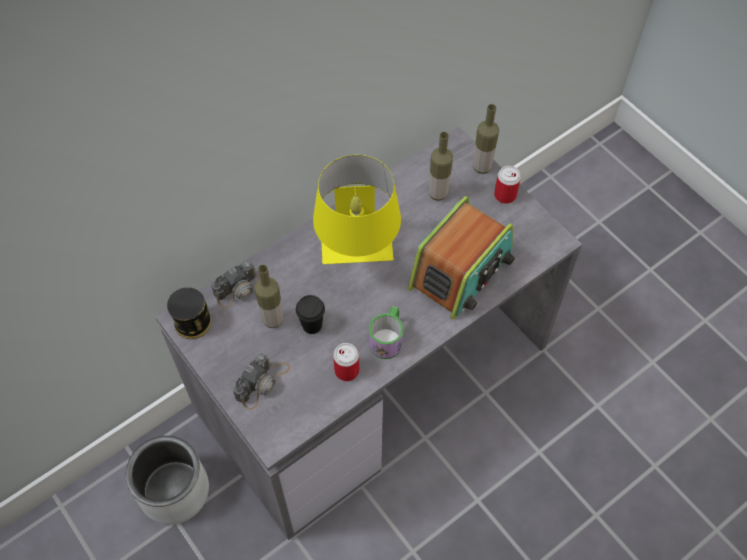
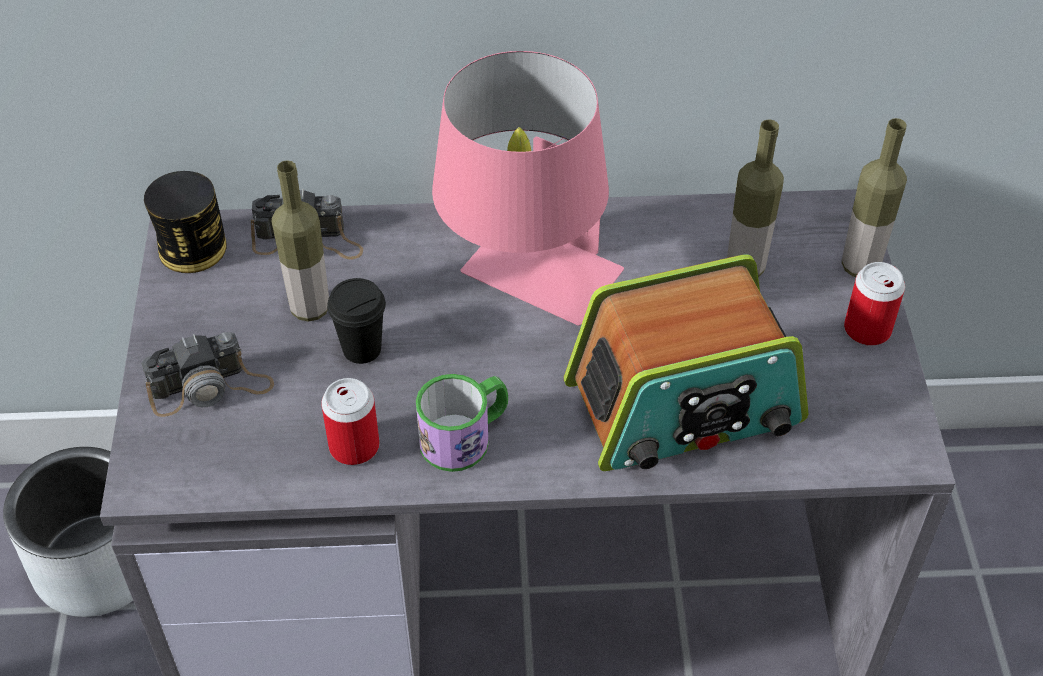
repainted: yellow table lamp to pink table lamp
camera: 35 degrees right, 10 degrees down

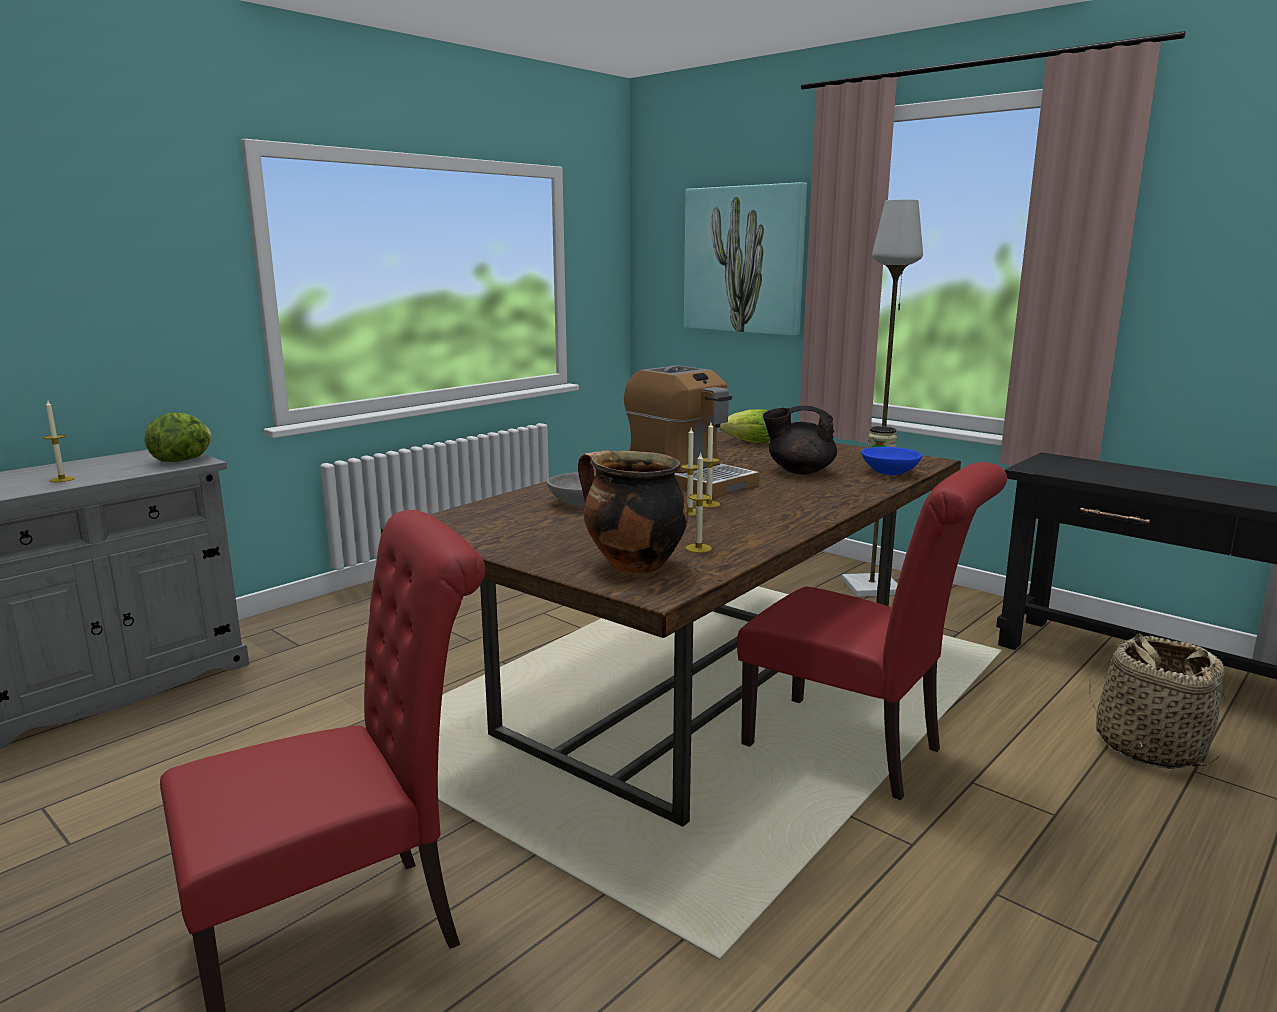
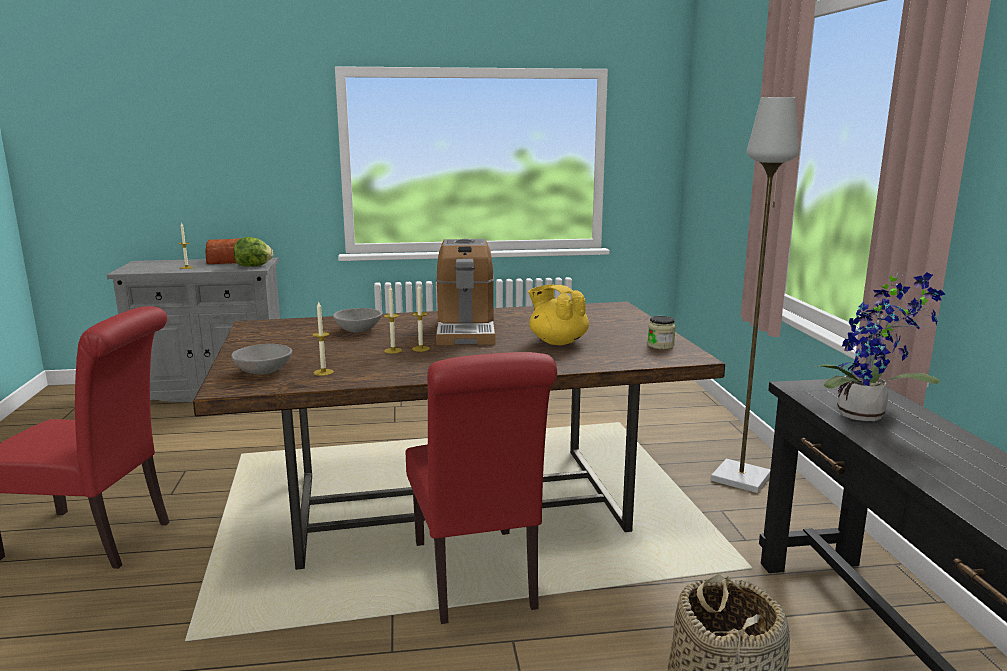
gone: picture; lettuce (no. 2 from left); blue bowl
new: bread; potted plant
swapped: cooking pot to grey bowl (no. 1 from left)
repainted: black teapot to yellow teapot
camera: 40 degrees right, 0 degrees up

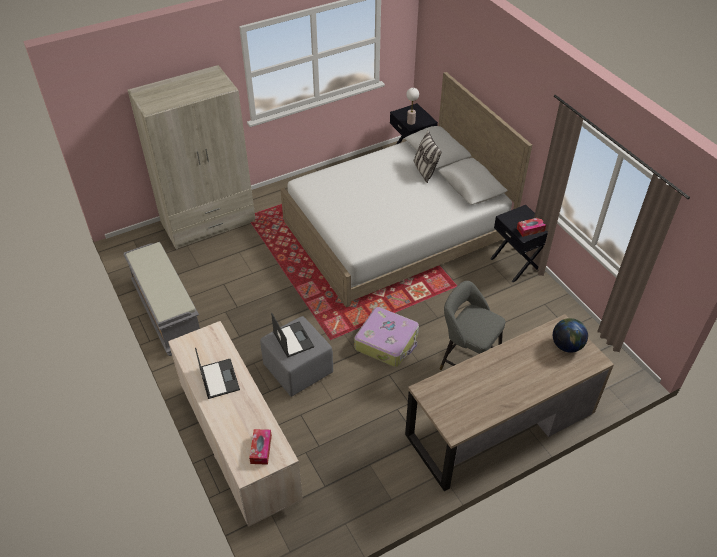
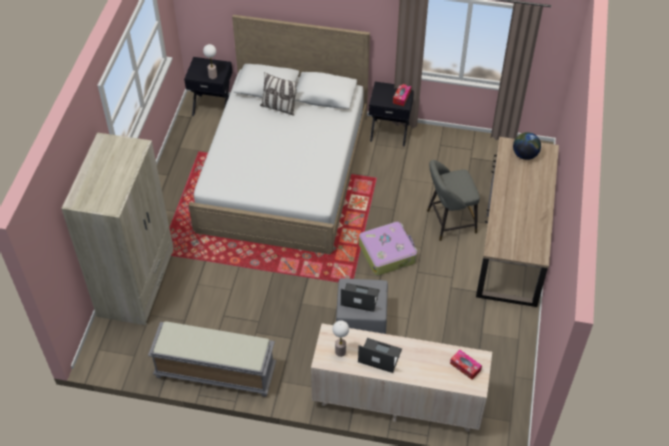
new: table lamp (no. 2 from left)
camera: 50 degrees left, 5 degrees up

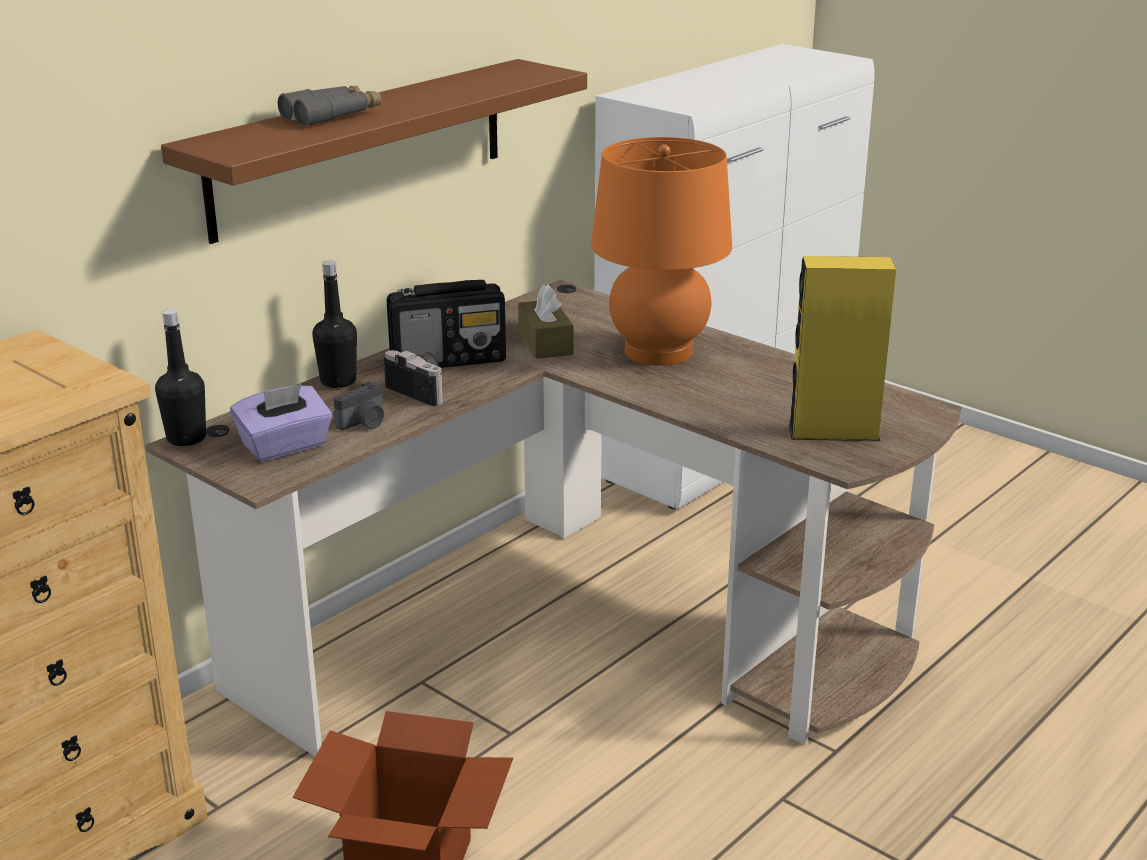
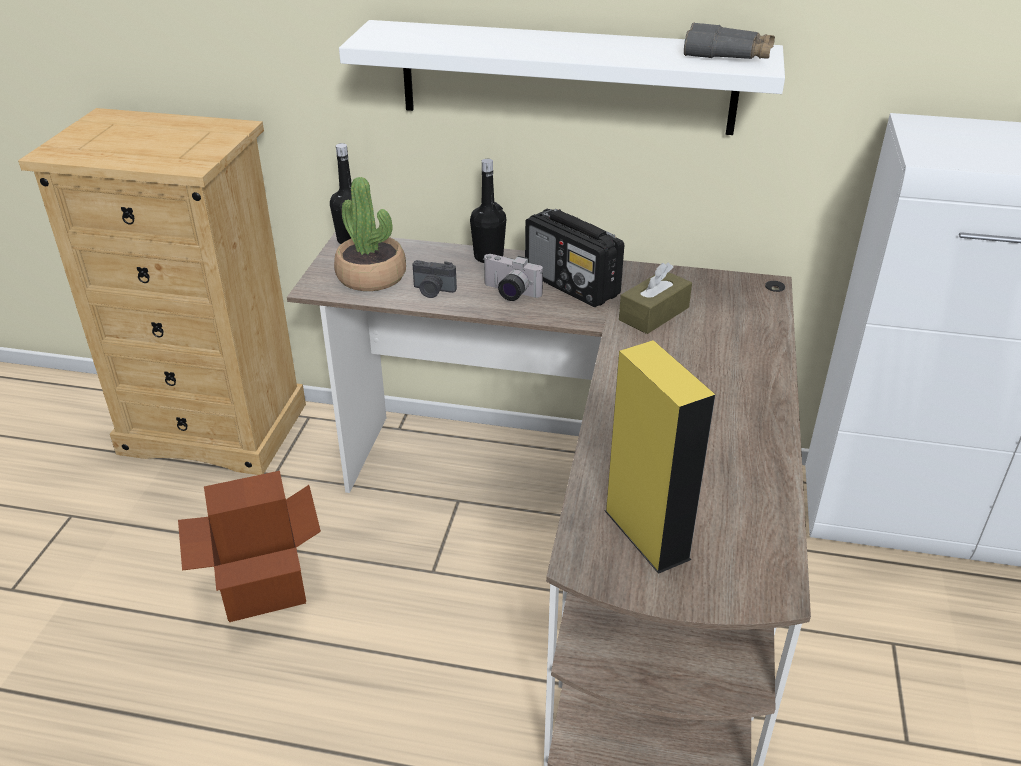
gone: orange table lamp
shifted: grey binoculars
swapped: purple tissue box to potted plant
repainted: brown shelf to white shelf
rotated: photo camera (no. 2 from left) 105 degrees clockwise
camera: 60 degrees right, 10 degrees up

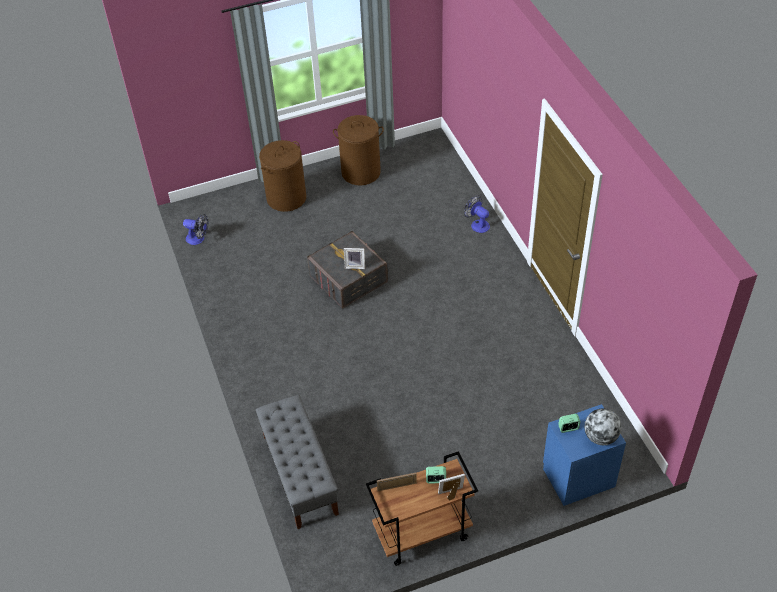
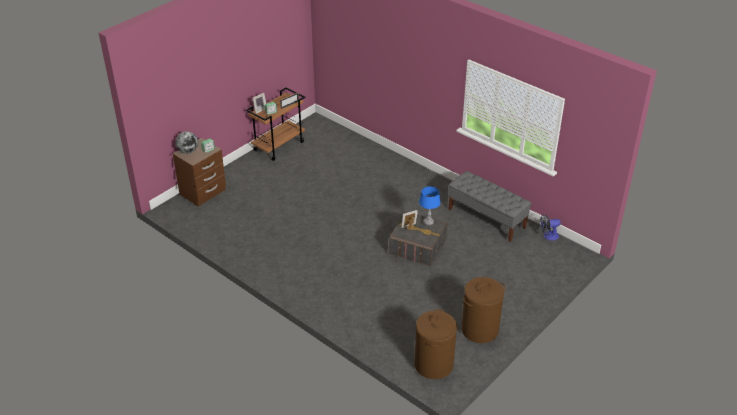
gone: fan (no. 2 from left)
new: blue table lamp
shifted: brown laundry basket (no. 1 from left); grey bench
repainted: blue nightstand to brown nightstand
camera: 150 degrees right, 10 degrees down

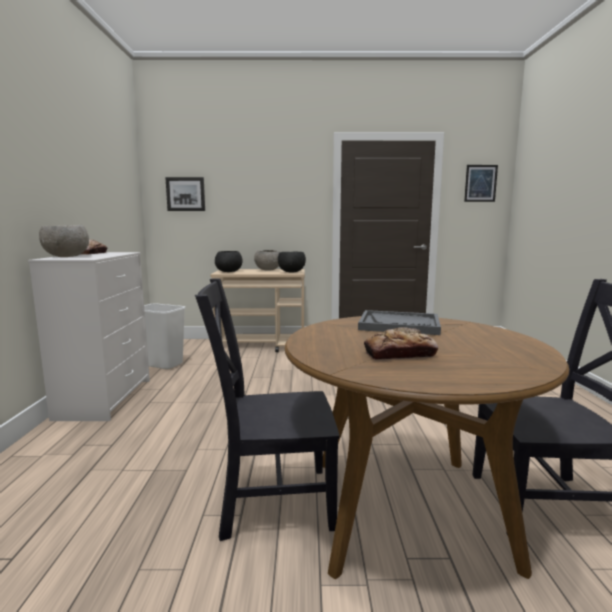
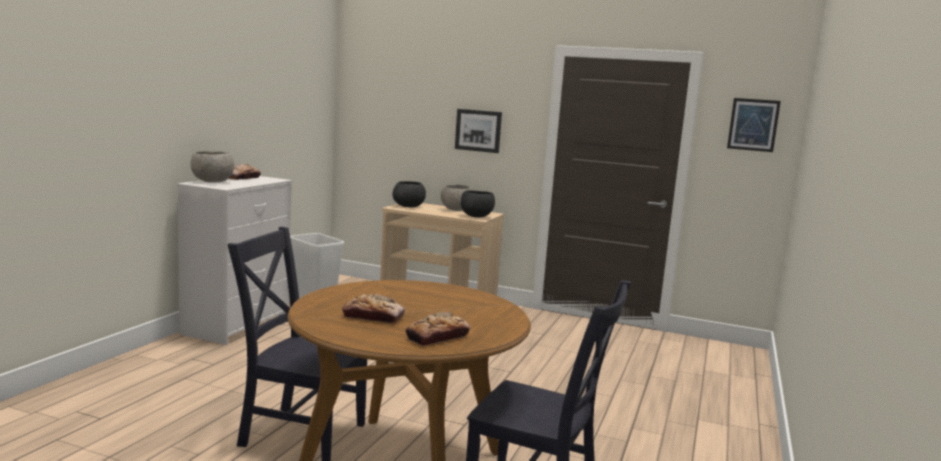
gone: grey tray
new: bread (no. 3 from left)
shifted: picture (no. 1 from left)
camera: 20 degrees right, 0 degrees up

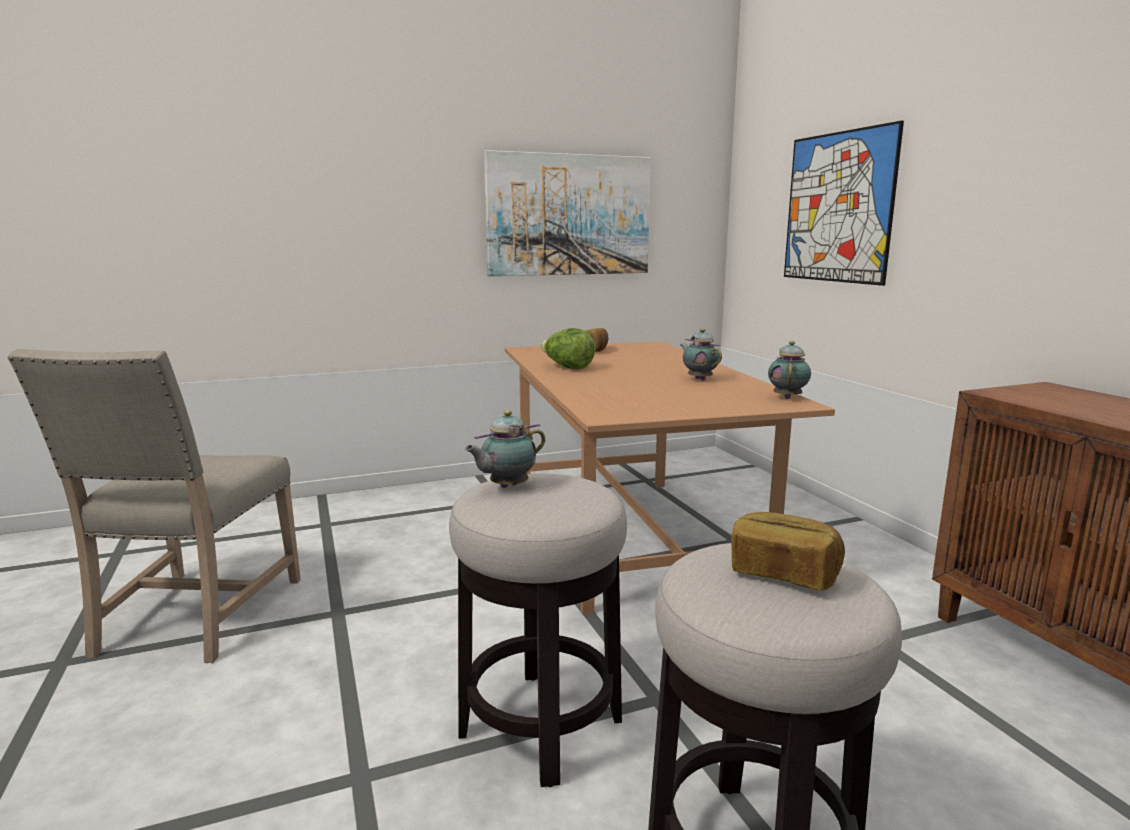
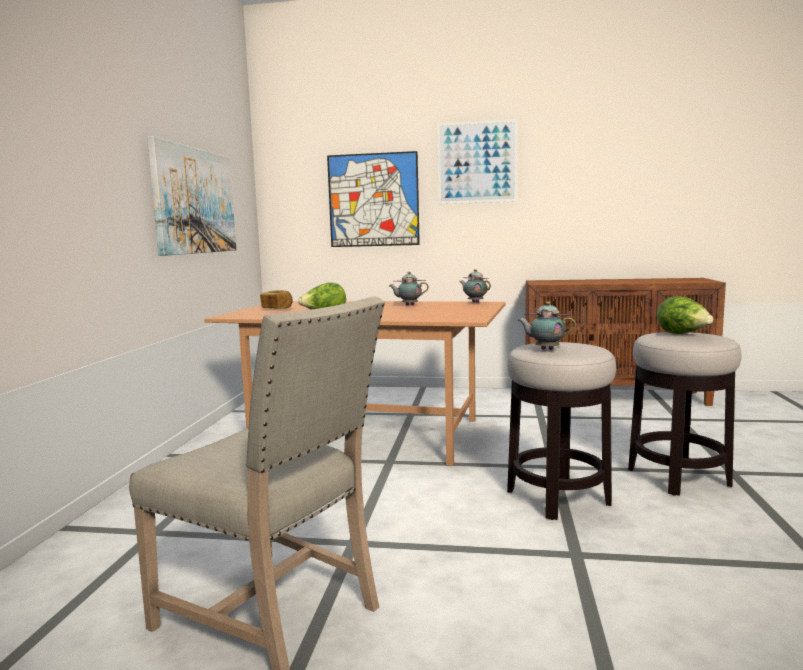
new: picture (no. 3 from left)
swapped: bread (no. 2 from left) to lettuce (no. 2 from left)
rotated: teapot (no. 1 from left in the first image) 120 degrees clockwise
camera: 60 degrees left, 5 degrees down

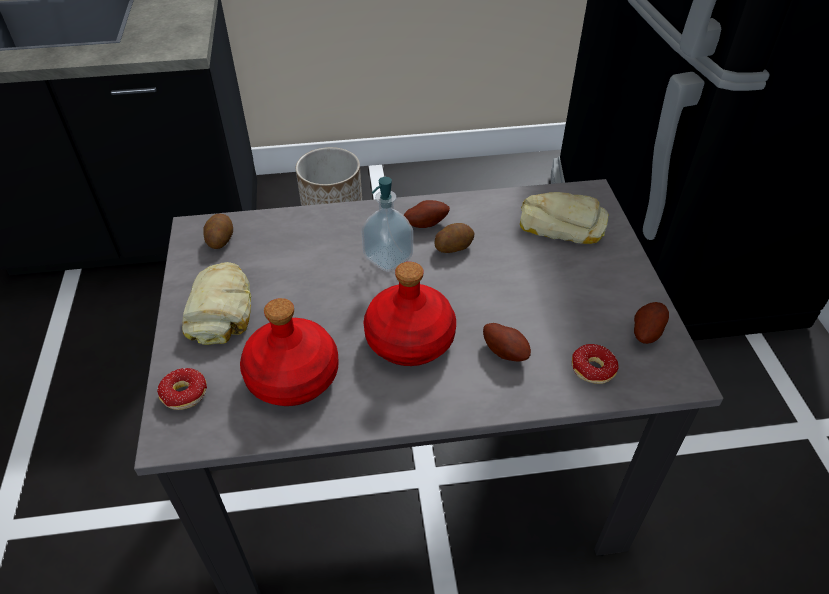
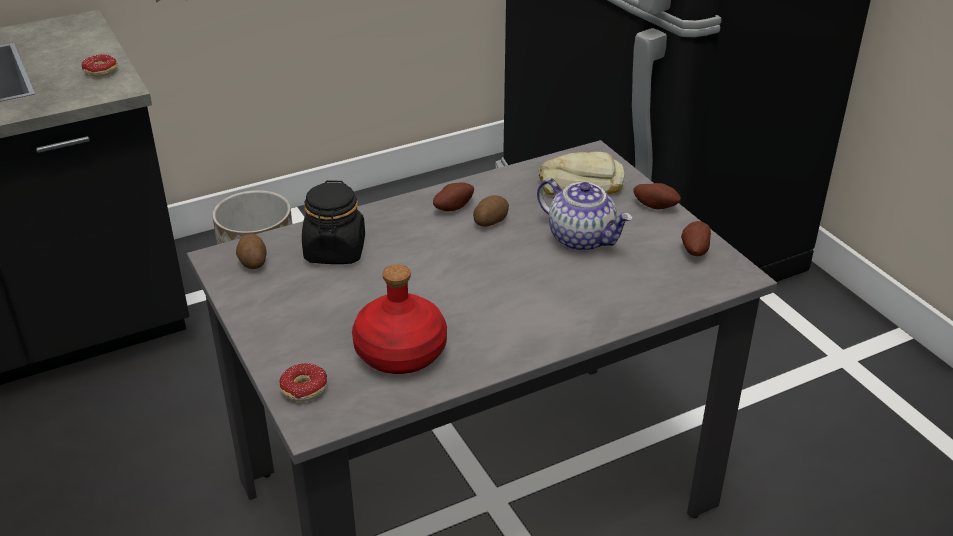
gone: soap dispenser; bread (no. 1 from left); red bottle (no. 2 from left)
new: teapot; black jar
shifted: potato (no. 4 from left); donut (no. 2 from left in the first image) to donut (no. 1 from left)
camera: 20 degrees left, 10 degrees down

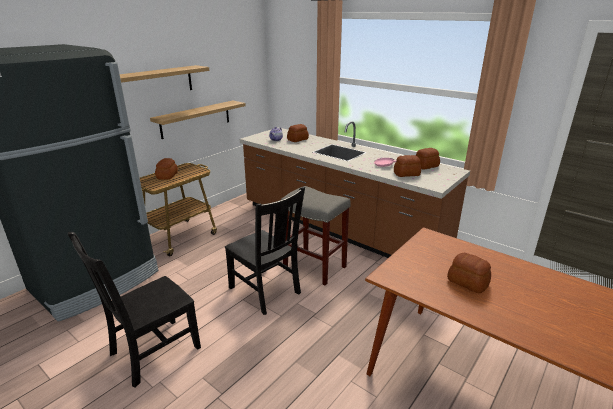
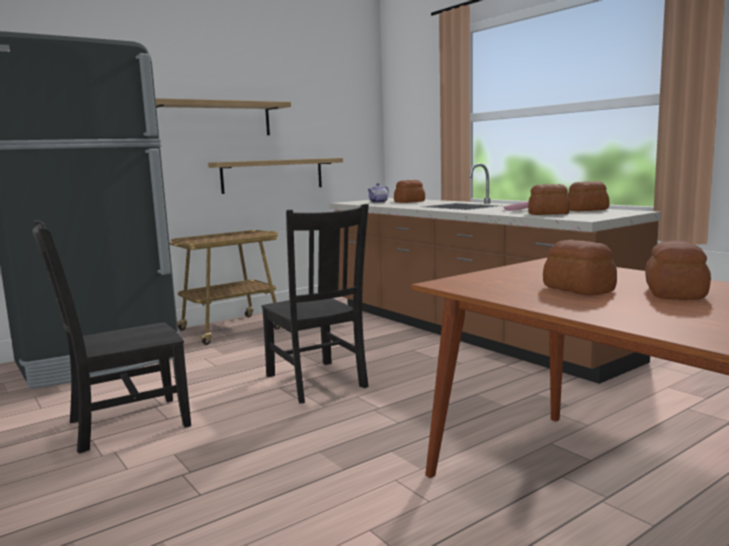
gone: grey stool
shifted: bread (no. 1 from left in the first image) to bread (no. 5 from left)
camera: 15 degrees right, 15 degrees down

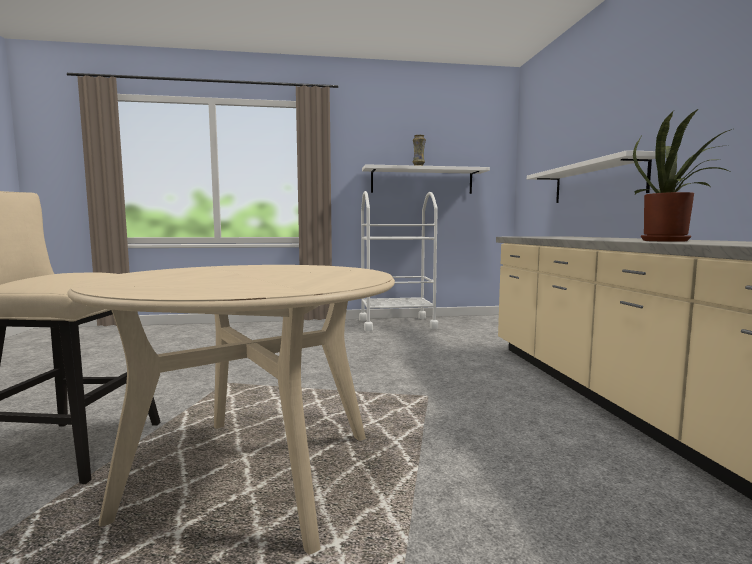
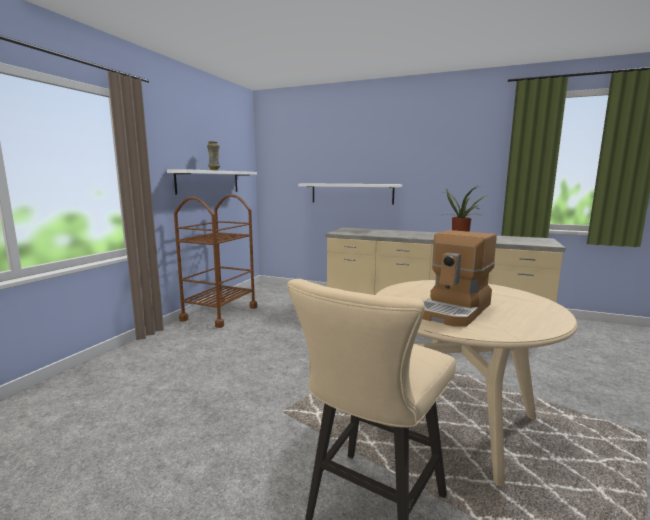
new: coffee machine
repainted: white cart to brown cart
camera: 60 degrees left, 5 degrees up

